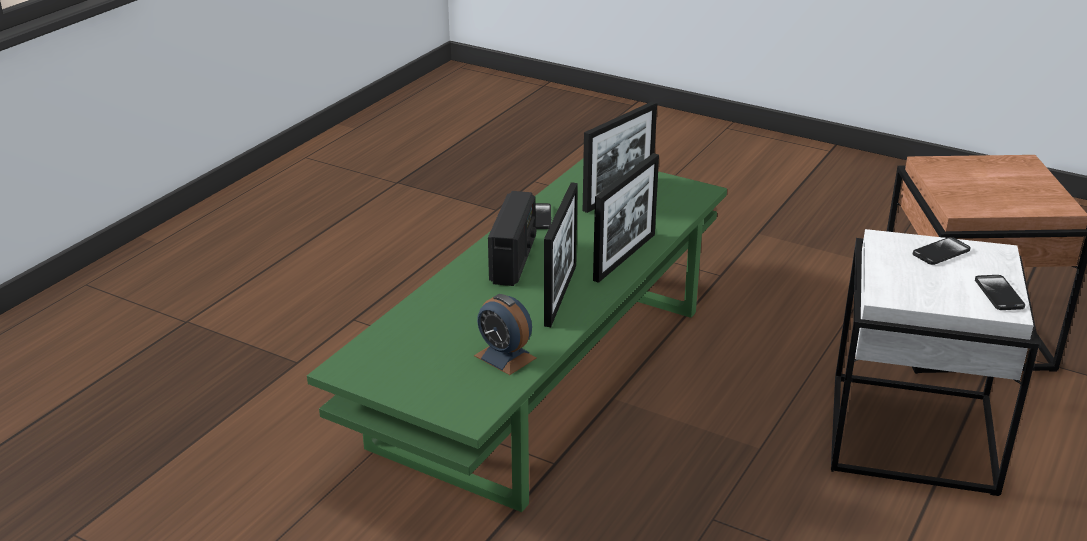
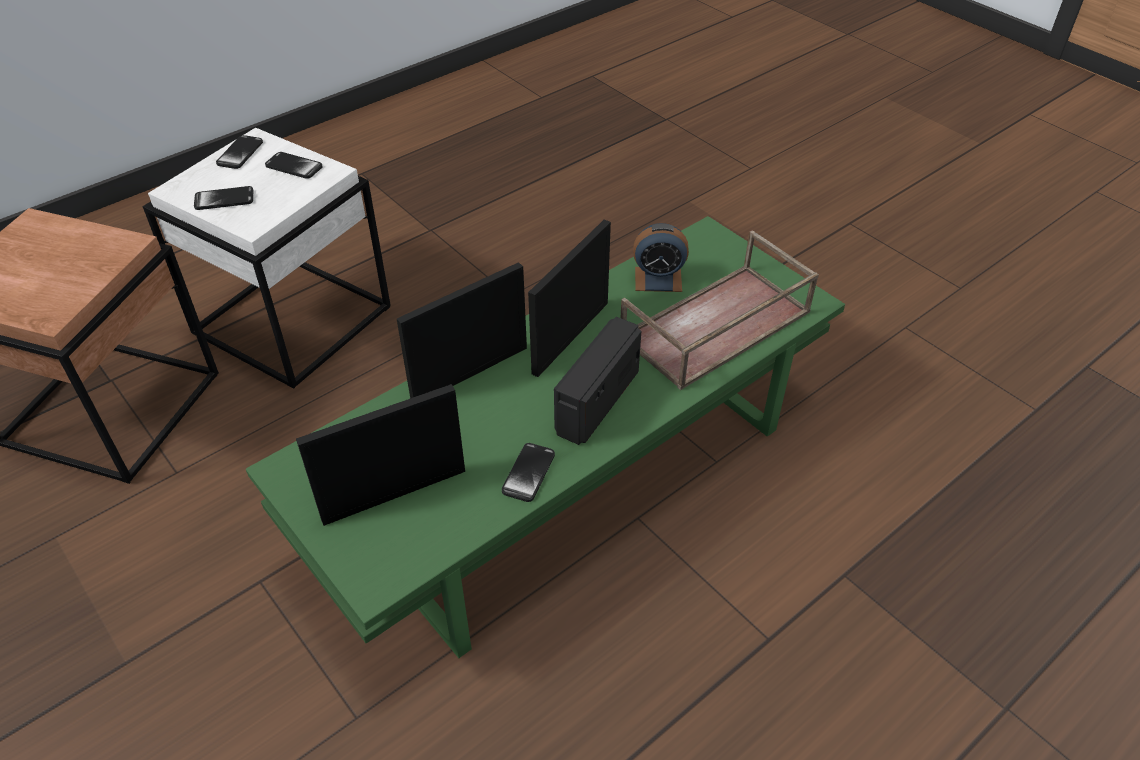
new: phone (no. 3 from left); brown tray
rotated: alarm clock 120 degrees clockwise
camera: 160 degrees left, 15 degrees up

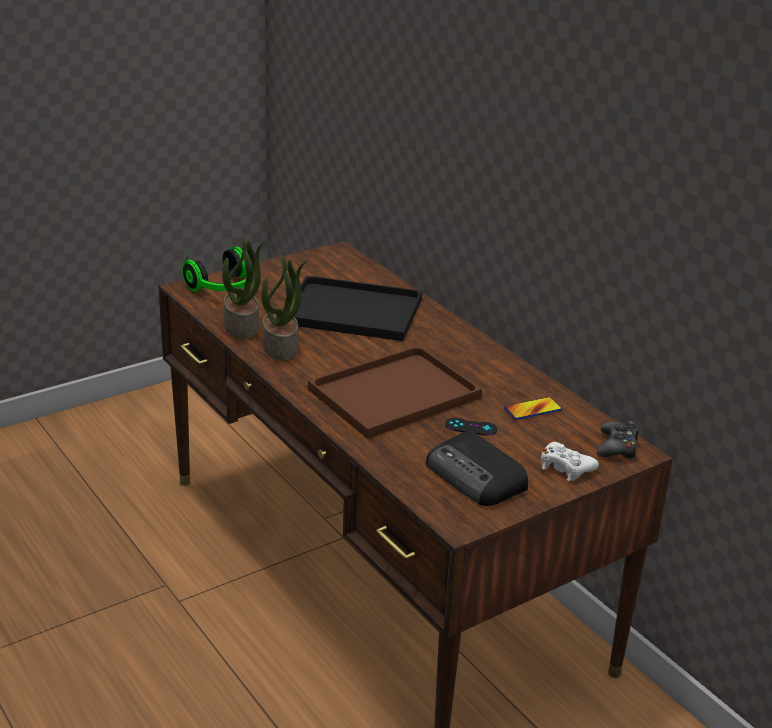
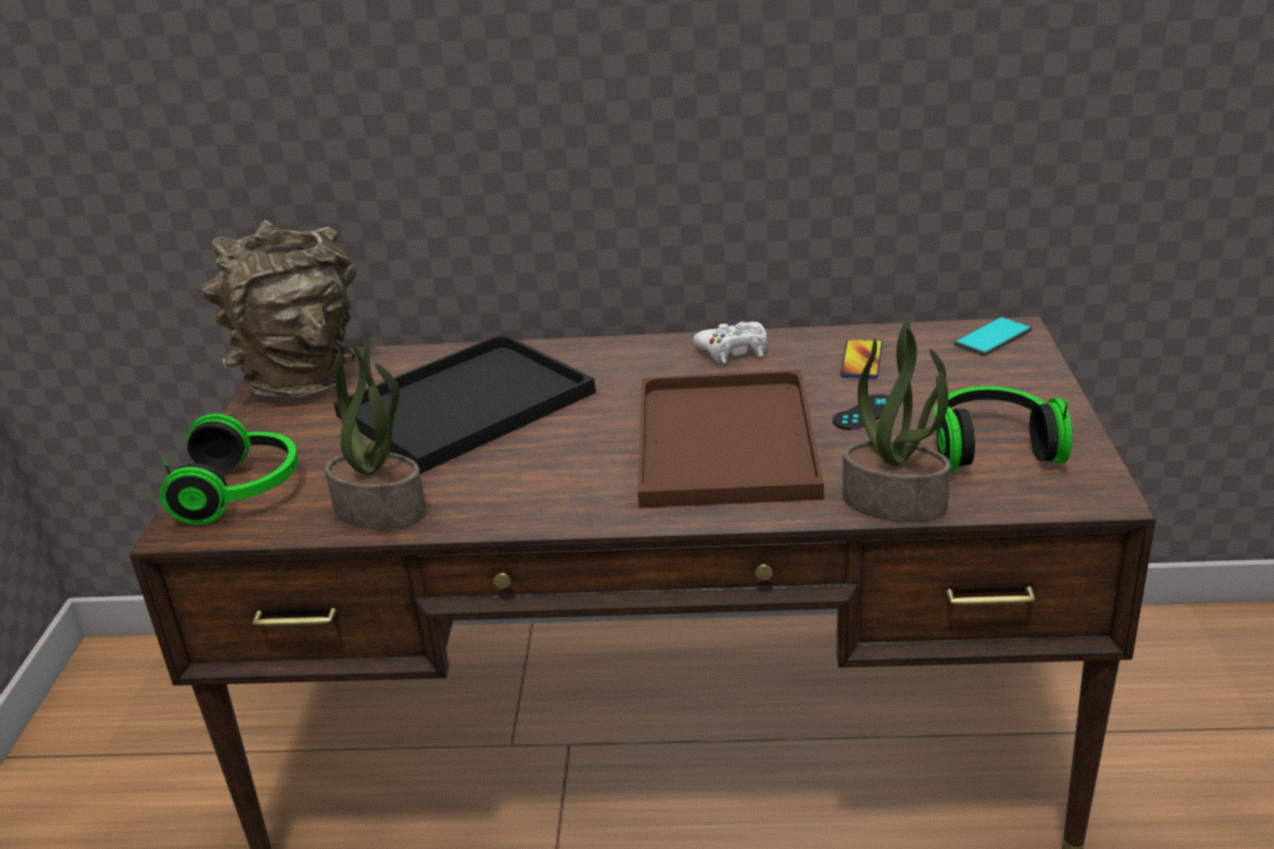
new: brown vase
shifted: potted plant (no. 2 from left); white game controller
swapped: black game controller (no. 2 from left) to phone (no. 2 from left); radio to headphones (no. 2 from left)
camera: 50 degrees left, 0 degrees up

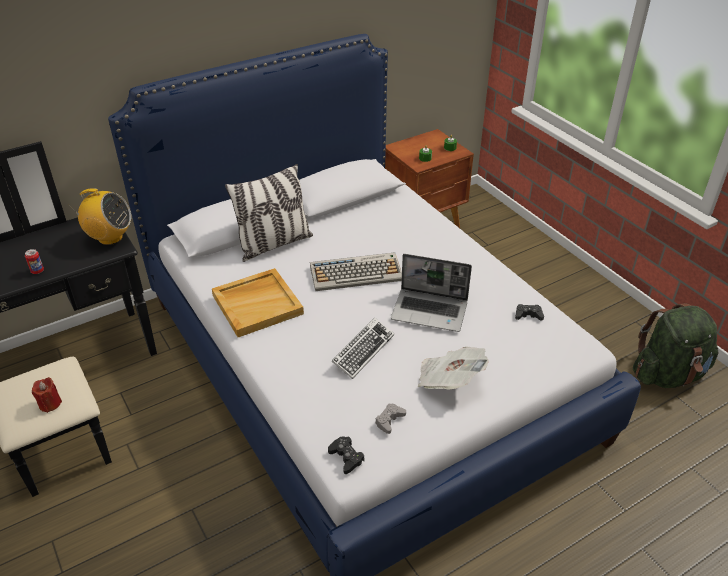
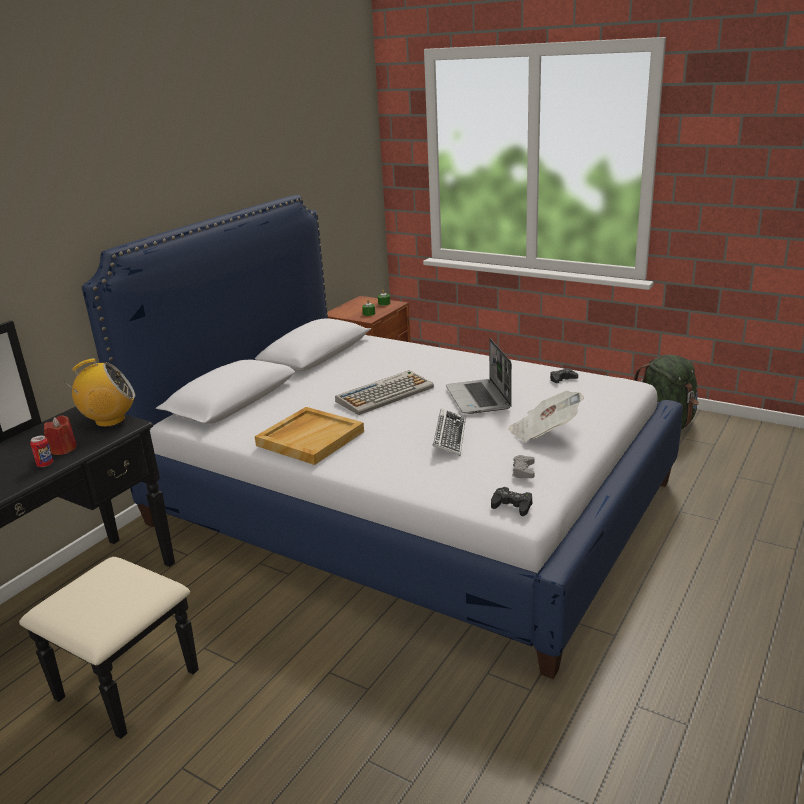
gone: pillow
shifted: red candle
rotated: laptop 90 degrees clockwise
camera: 25 degrees left, 15 degrees down

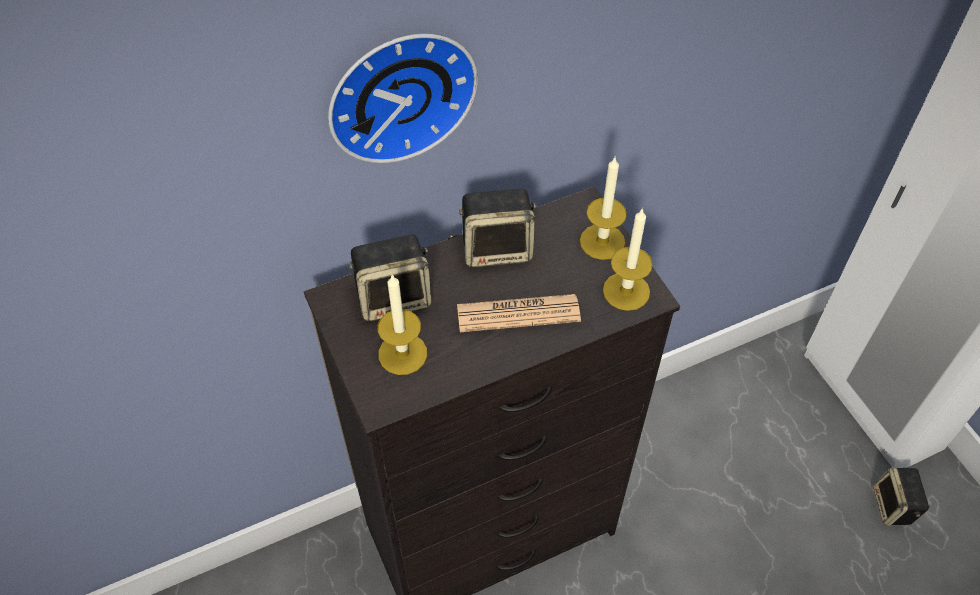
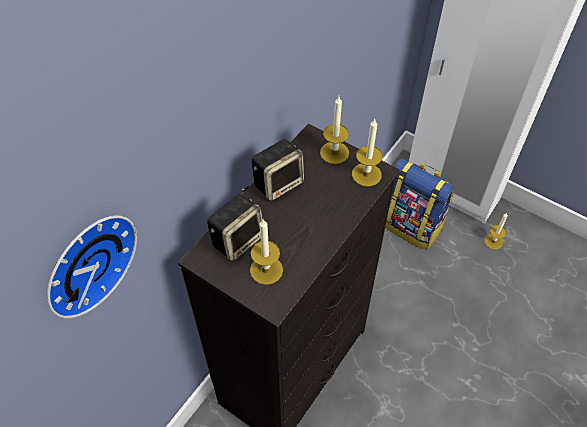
gone: newspaper
new: backpack
shifted: wall clock
swapped: speaker (no. 3 from left) to candle (no. 4 from left)
camera: 30 degrees left, 0 degrees up

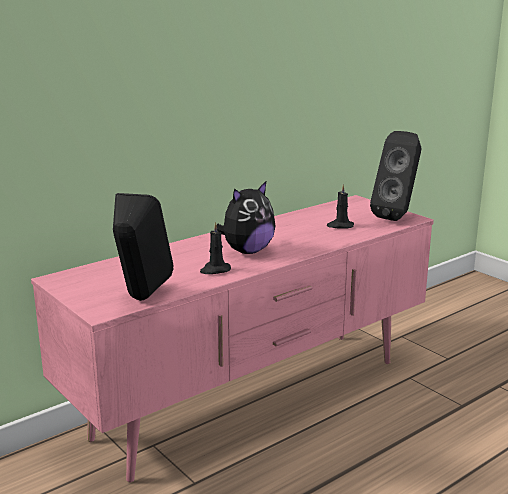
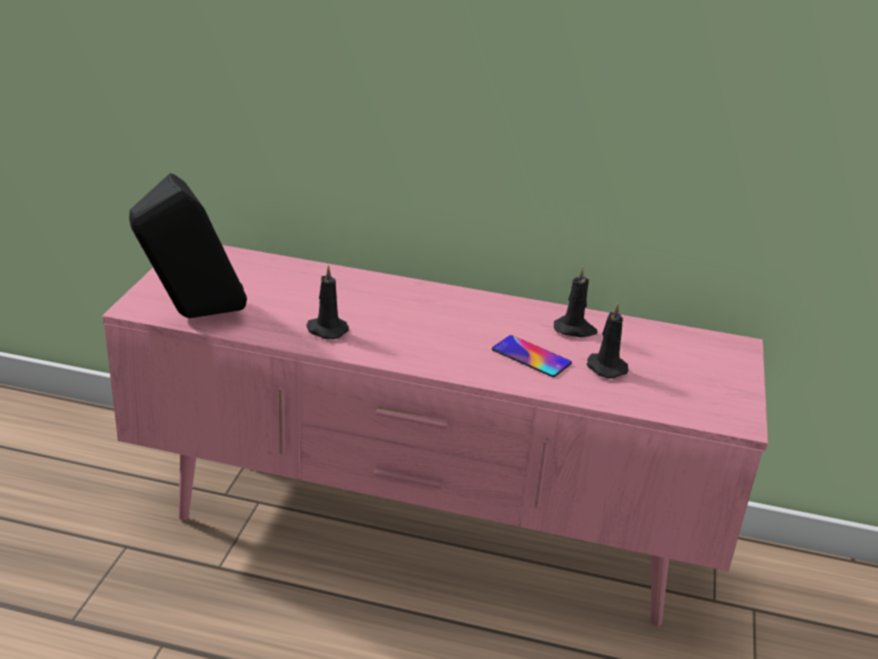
gone: black speaker (no. 2 from left); plush toy
new: black candle (no. 2 from left); phone
camera: 50 degrees right, 10 degrees up

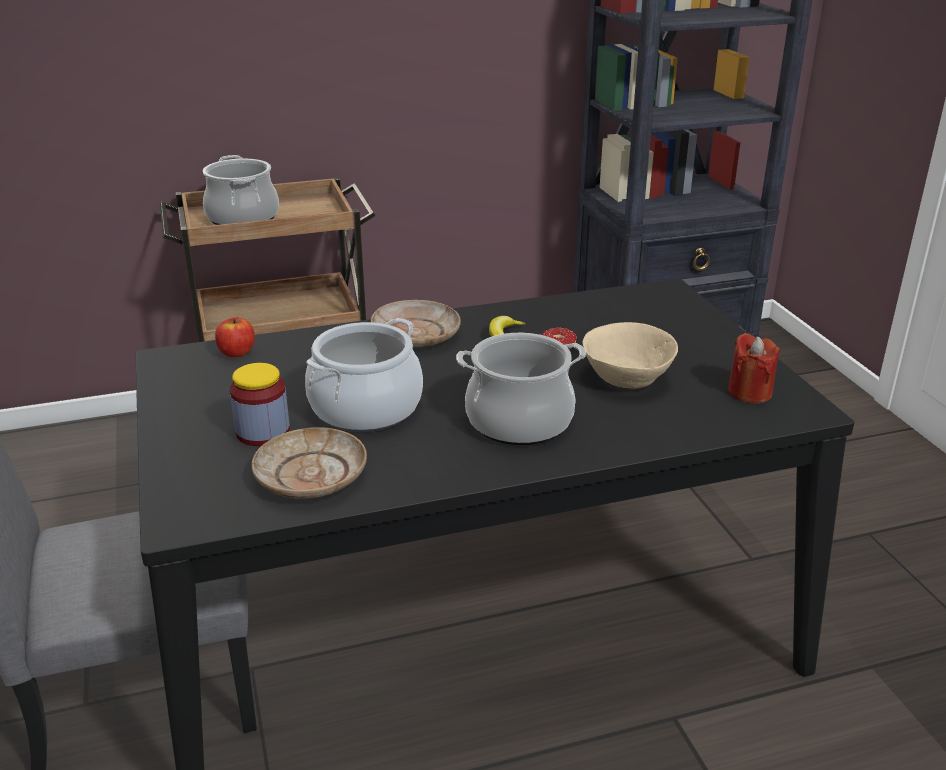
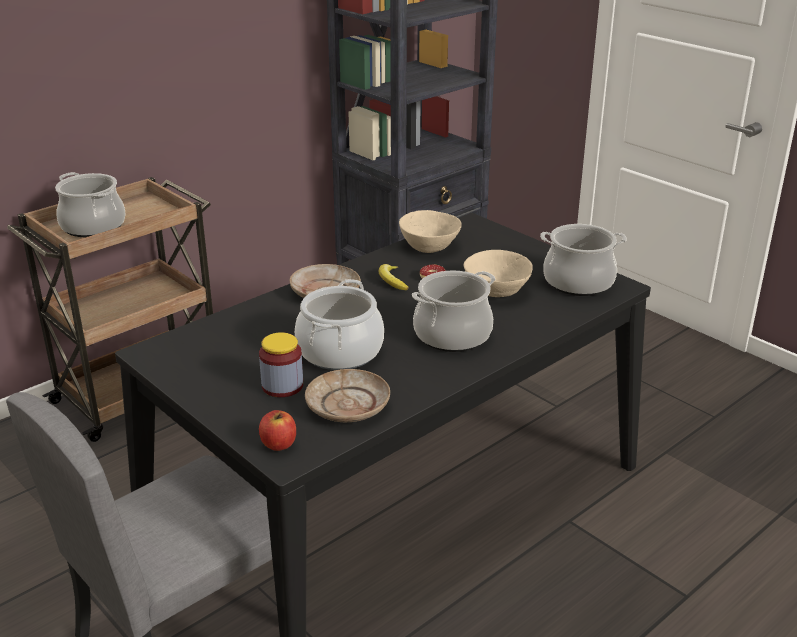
new: beige bowl (no. 1 from left)
shifted: apple
swapped: red candle to cooking pot (no. 4 from left)
camera: 25 degrees left, 0 degrees up

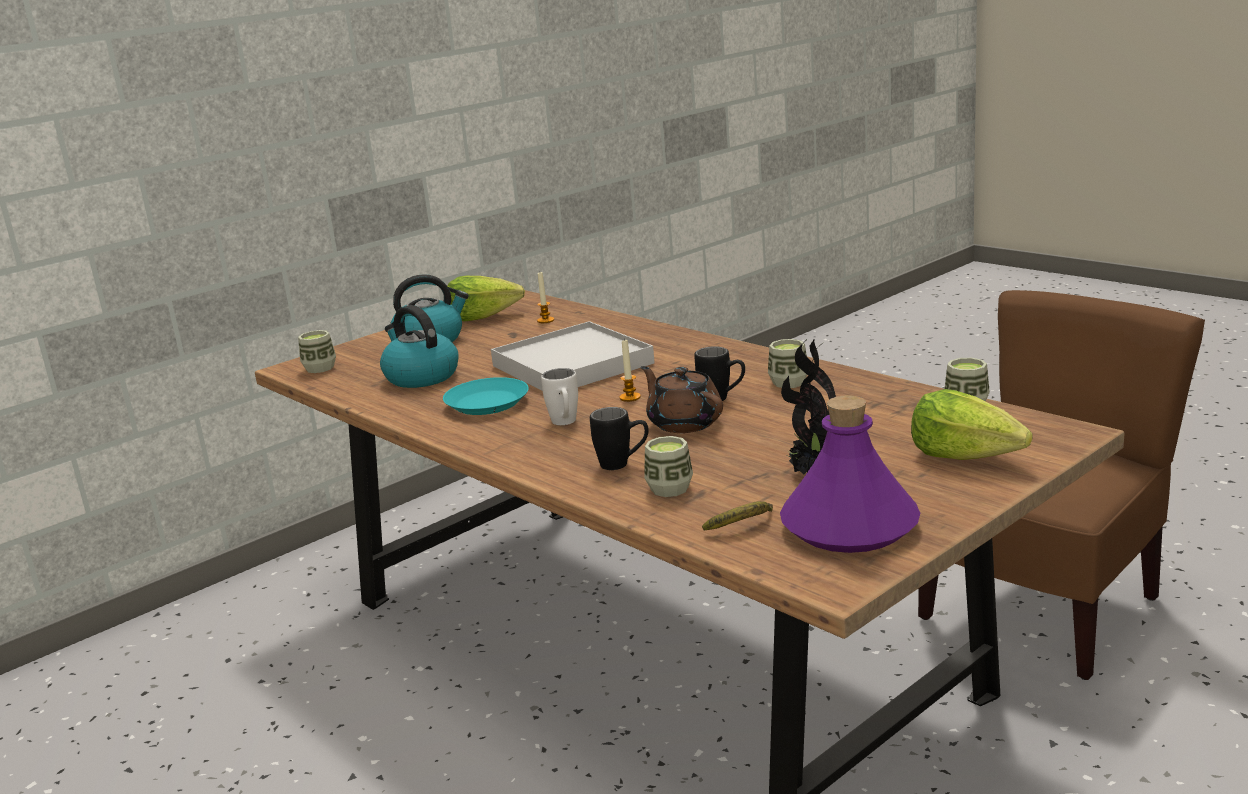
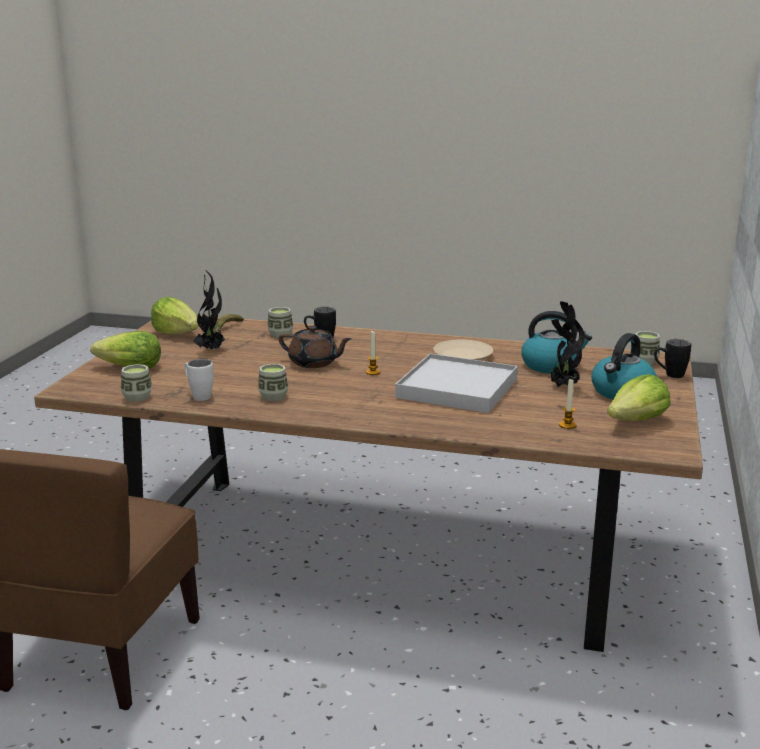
new: potted plant (no. 2 from left)
shifted: black mug (no. 2 from left); white mug
swapped: purple bottle to lettuce (no. 2 from left)
repainted: turquoise plate to beige plate
camera: 145 degrees right, 0 degrees up

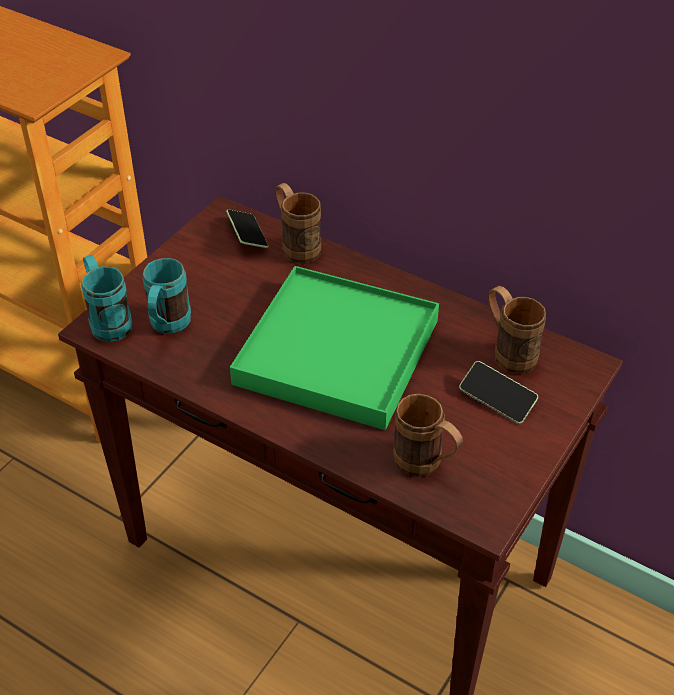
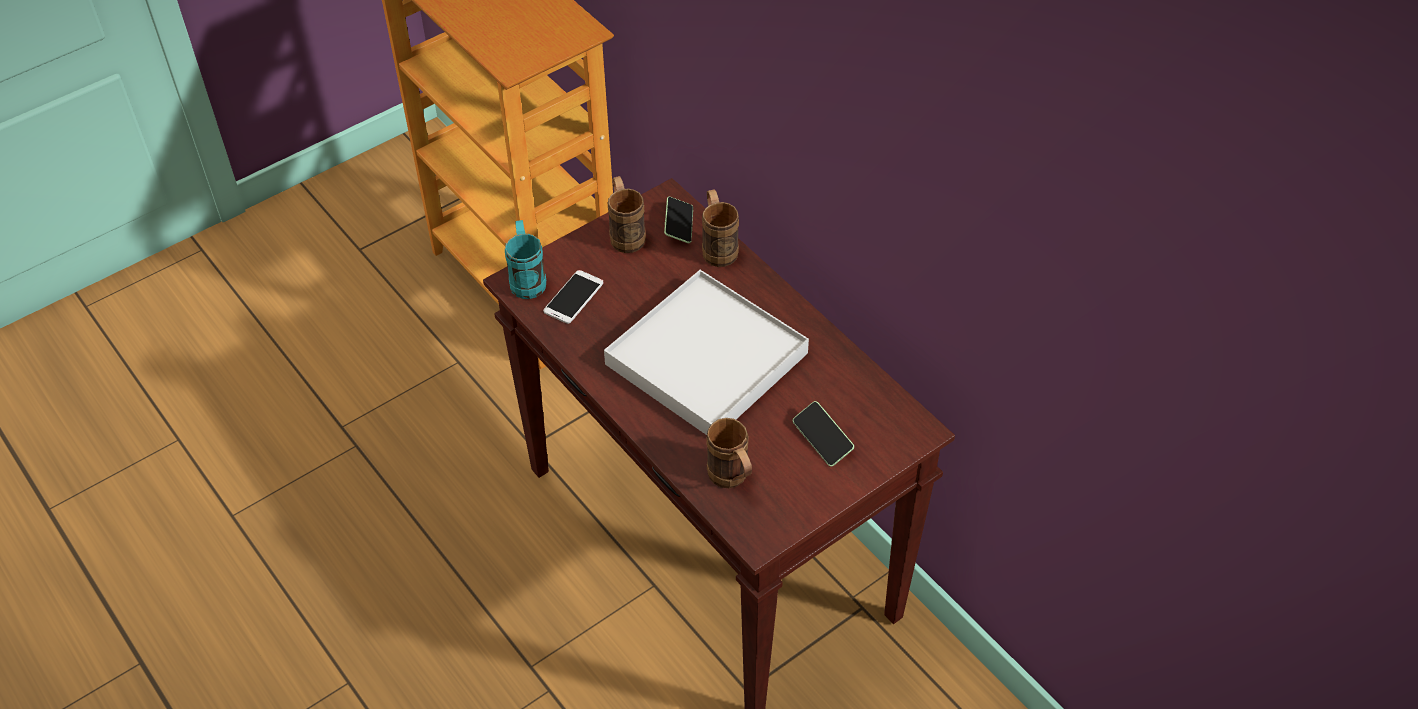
shifted: brown mug (no. 3 from left in the first image) to brown mug (no. 1 from left)
swapped: turquoise mug (no. 2 from left) to phone (no. 1 from left)
repainted: green tray to white tray
camera: 20 degrees right, 5 degrees up

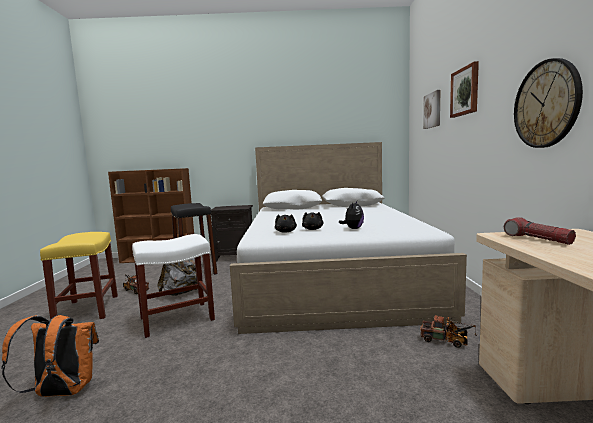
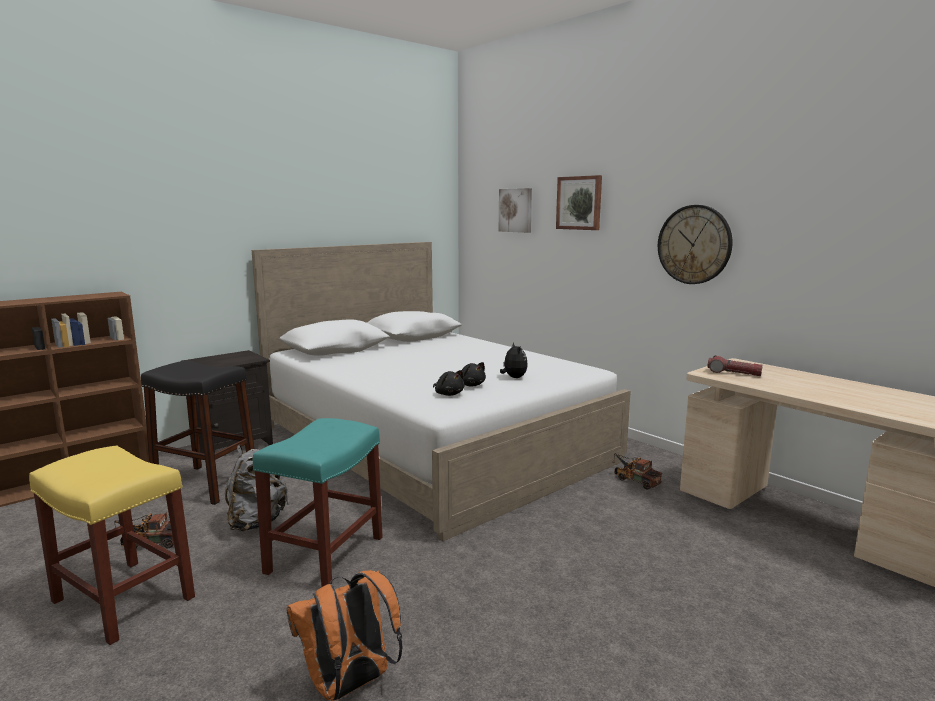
repainted: white stool to turquoise stool
rotated: toy truck (no. 2 from left) 120 degrees counterclockwise
camera: 40 degrees left, 5 degrees up

